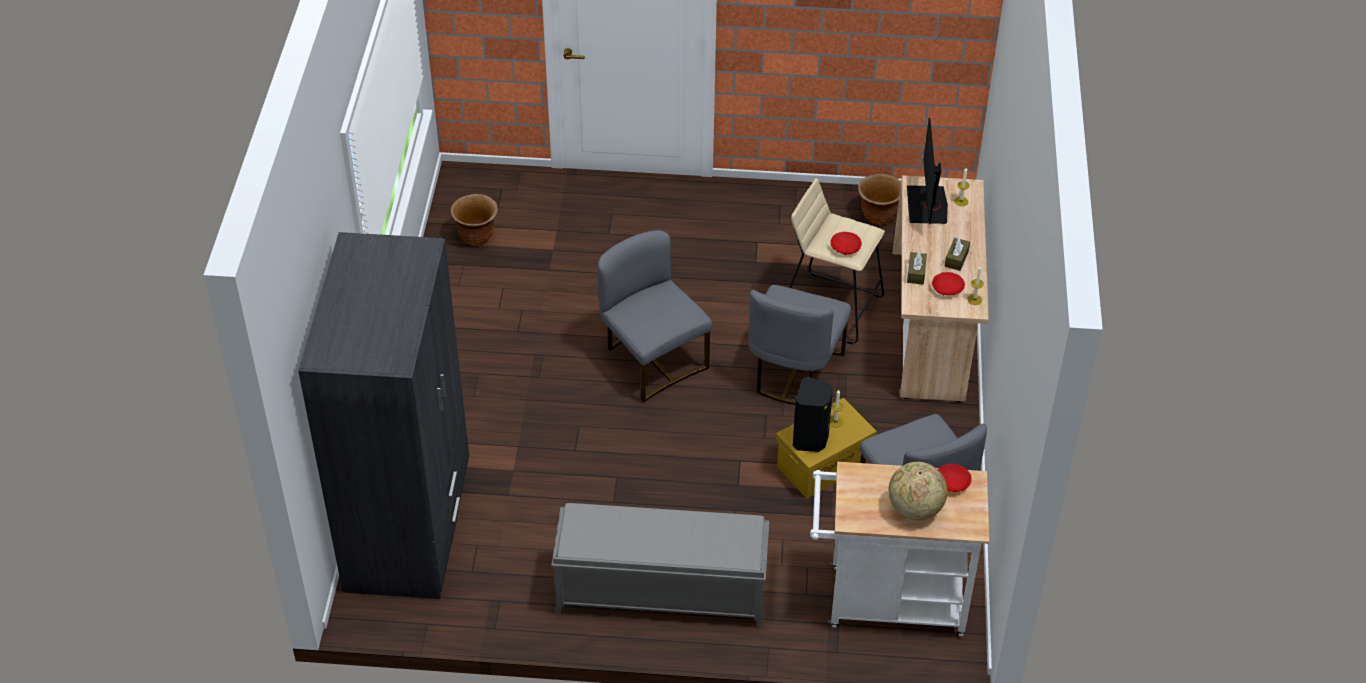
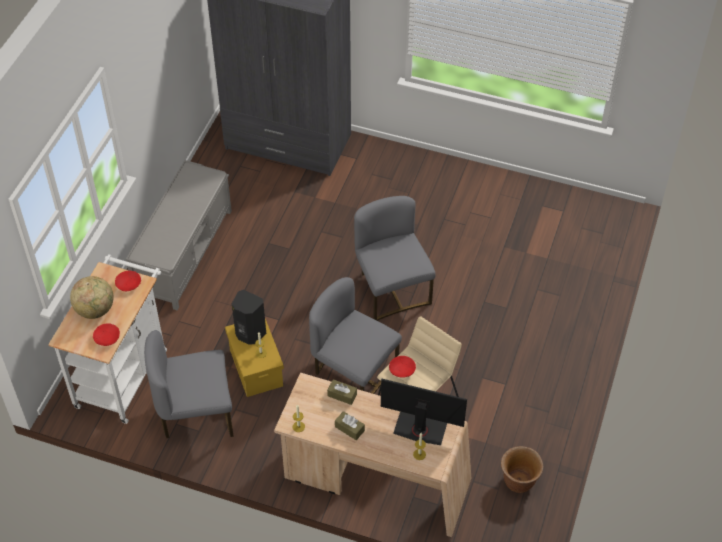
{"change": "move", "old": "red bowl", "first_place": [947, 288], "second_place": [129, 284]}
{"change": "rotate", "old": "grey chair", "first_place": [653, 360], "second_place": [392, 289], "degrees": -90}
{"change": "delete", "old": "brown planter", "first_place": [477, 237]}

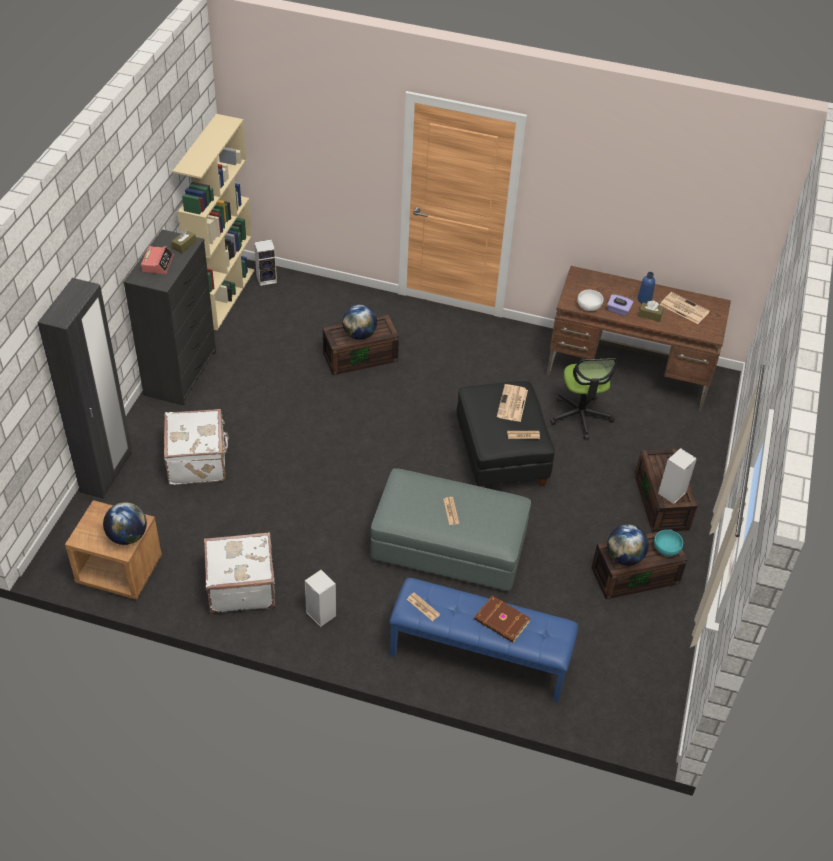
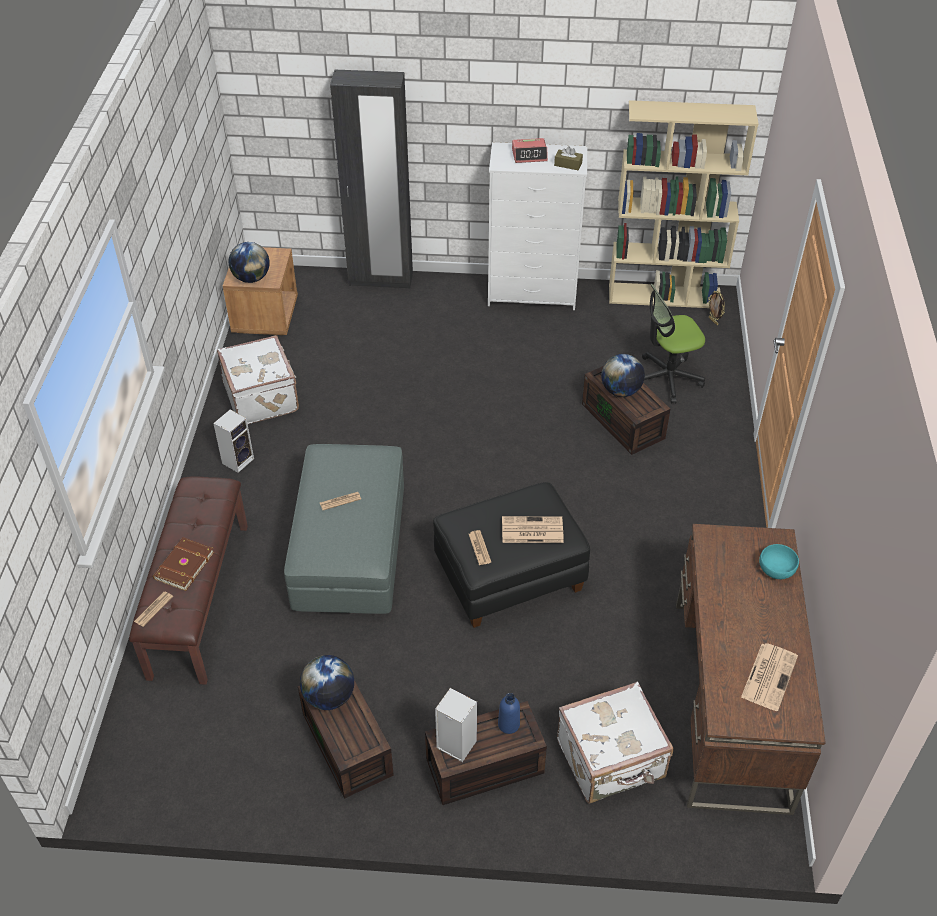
{"change": "recolor", "old": "blue bench", "new": "brown bench", "first_place": [478, 658], "second_place": [198, 599]}
{"change": "move", "old": "newspaper", "first_place": [423, 607], "second_place": [153, 609]}
{"change": "recolor", "old": "black dresser", "new": "white dresser", "first_place": [181, 373], "second_place": [533, 293]}
{"change": "move", "old": "blue bottle", "first_place": [644, 299], "second_place": [508, 724]}
{"change": "move", "old": "white suitcase", "first_place": [198, 461], "second_place": [611, 760]}
{"change": "move", "old": "office chair", "first_place": [580, 416], "second_place": [667, 378]}
{"change": "replace", "old": "speaker", "new": "picture frame", "first_place": [267, 279], "second_place": [713, 321]}
{"change": "move", "old": "turquoise bowl", "first_place": [666, 548], "second_place": [776, 569]}
{"change": "delete", "old": "white bowl", "first_place": [589, 306]}
{"change": "delete", "old": "purple tissue box", "first_place": [618, 311]}
{"change": "delete", "old": "brown tissue box", "first_place": [650, 315]}

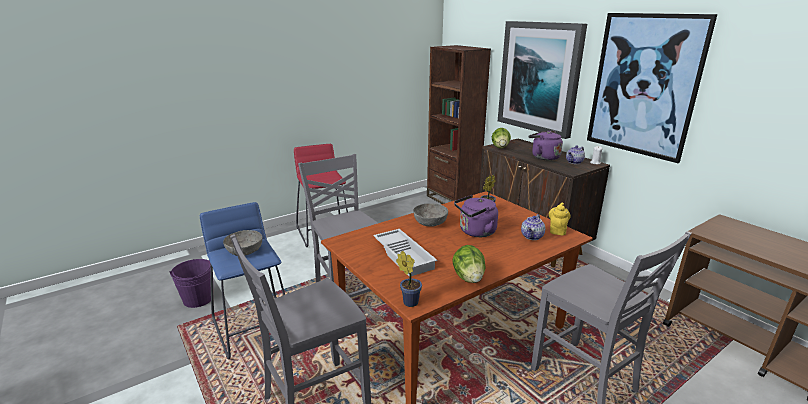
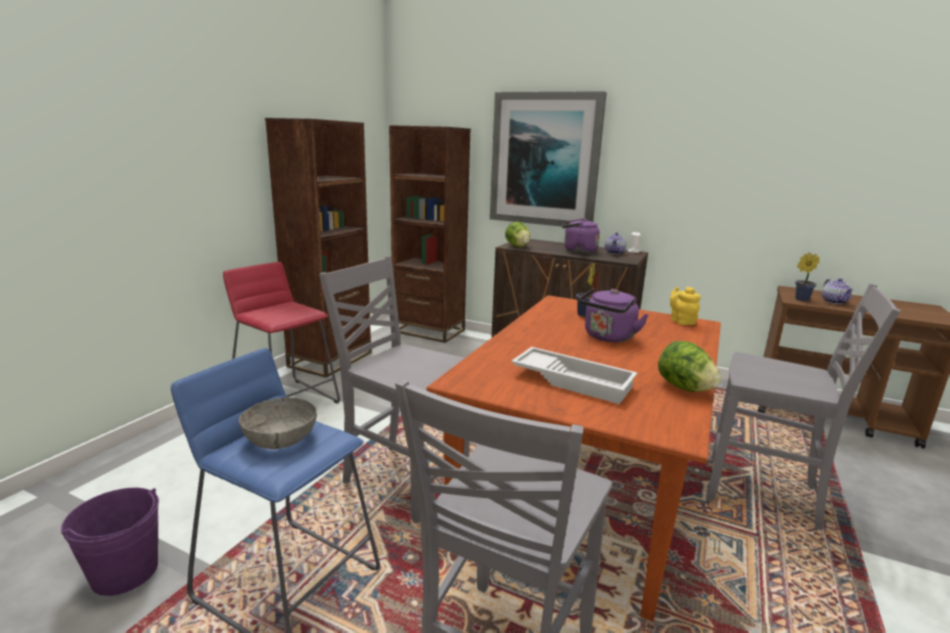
{"change": "insert", "new": "brown bookcase", "second_place": [331, 359]}
{"change": "move", "old": "potted plant", "first_place": [409, 301], "second_place": [800, 299]}
{"change": "move", "old": "teapot", "first_place": [532, 237], "second_place": [835, 302]}
{"change": "delete", "old": "grey bowl", "first_place": [430, 222]}
{"change": "delete", "old": "picture", "first_place": [644, 85]}

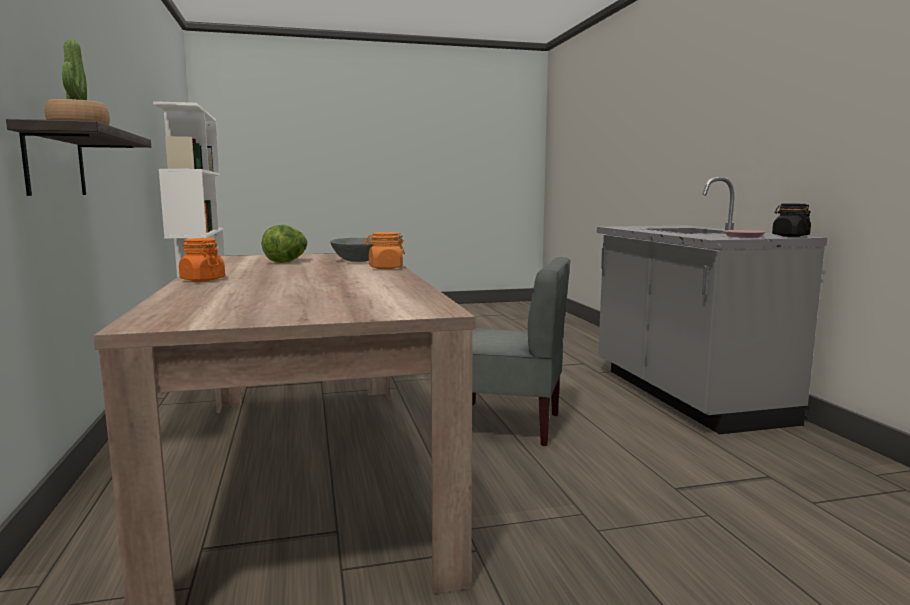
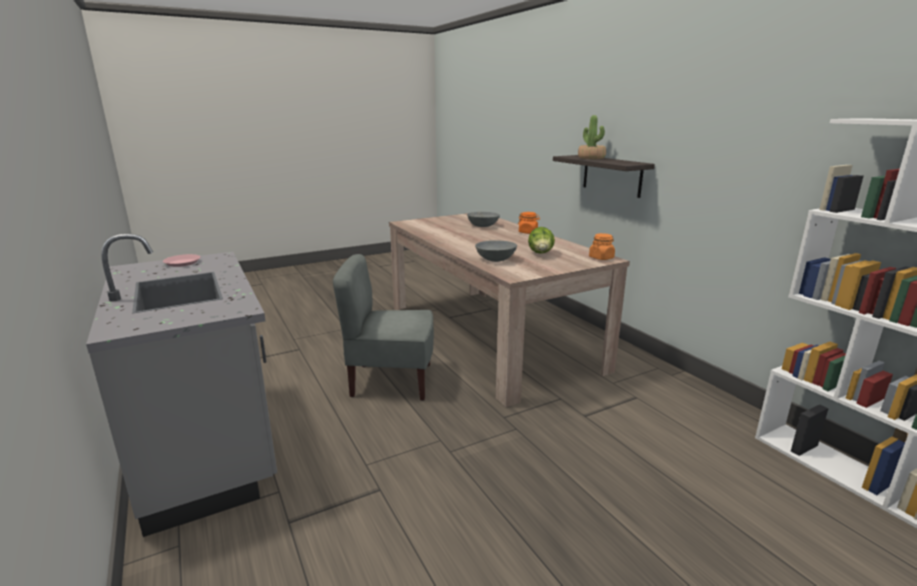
{"change": "insert", "new": "grey bowl", "second_place": [483, 226]}
{"change": "move", "old": "orange jar", "first_place": [385, 268], "second_place": [601, 258]}
{"change": "delete", "old": "black jar", "first_place": [790, 236]}

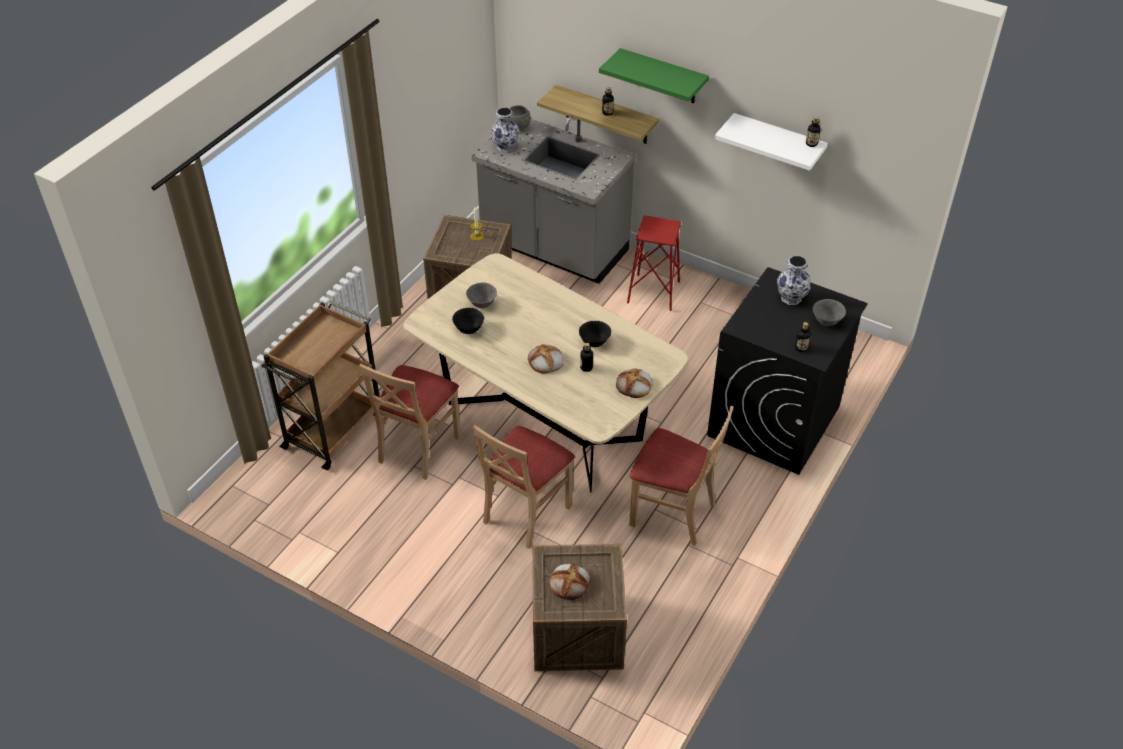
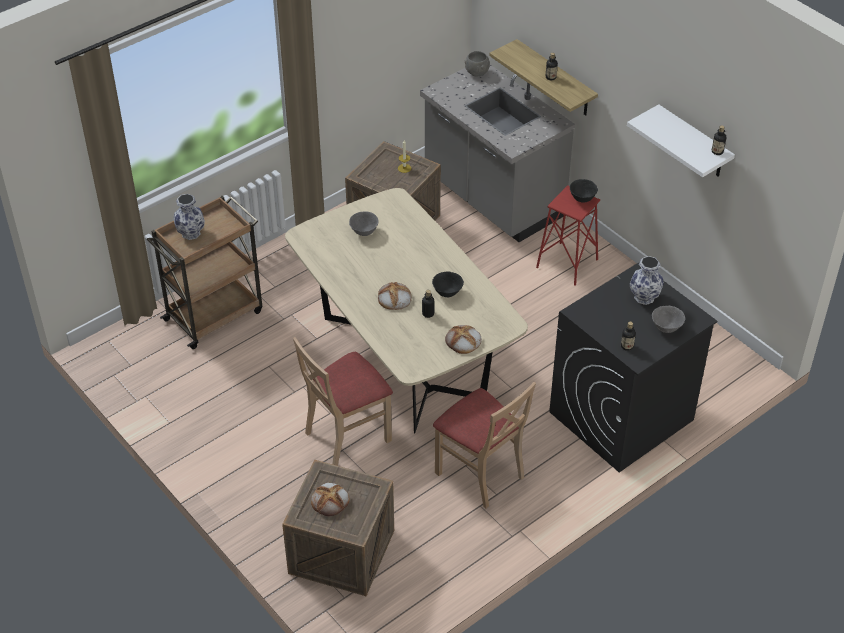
{"change": "move", "old": "vase", "first_place": [506, 147], "second_place": [191, 233]}
{"change": "move", "old": "black bowl", "first_place": [469, 329], "second_place": [582, 198]}
{"change": "delete", "old": "beige chair", "first_place": [418, 448]}
{"change": "delete", "old": "green shelf", "first_place": [663, 77]}

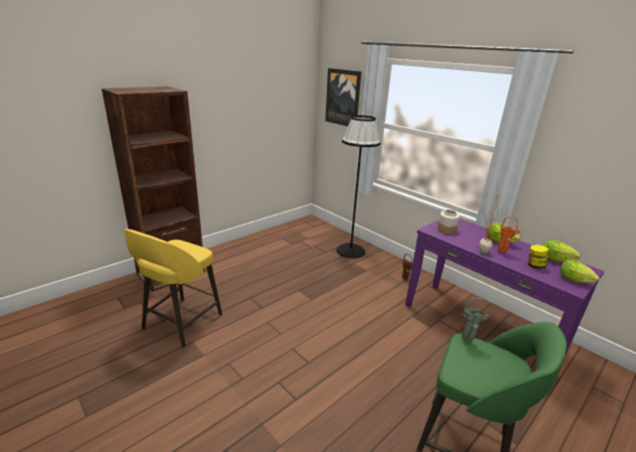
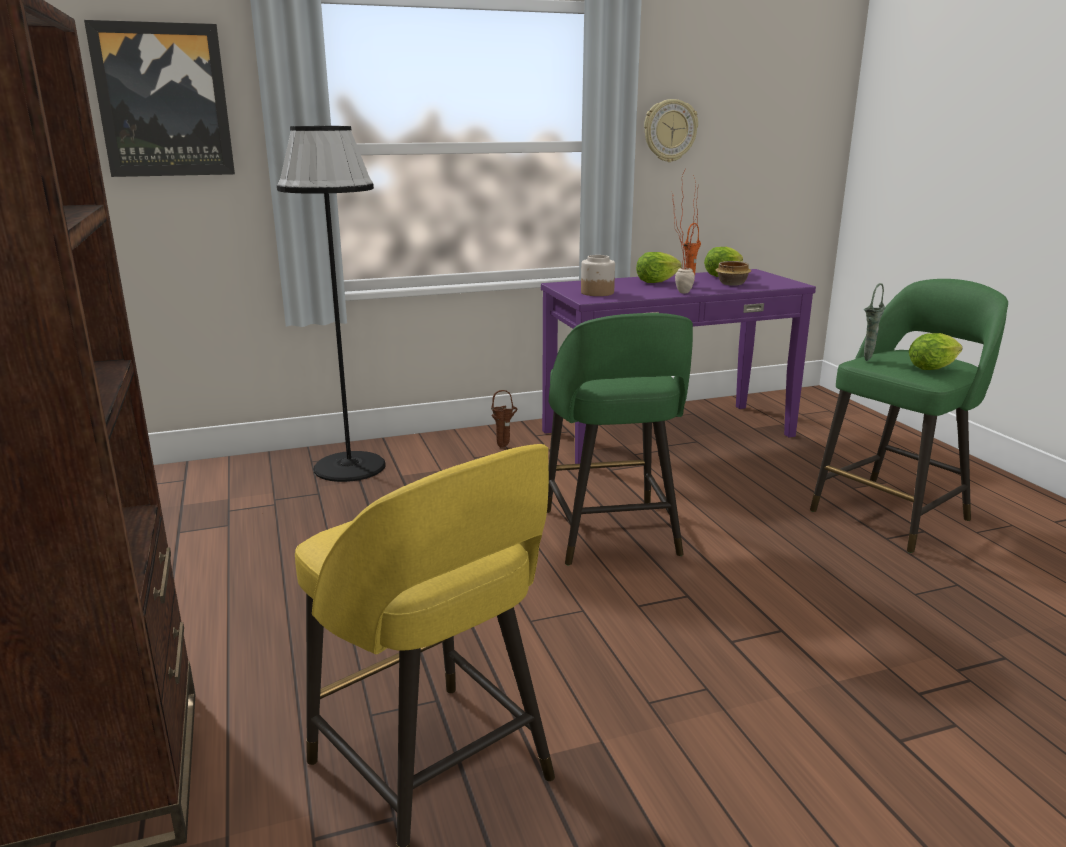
{"change": "insert", "new": "green stool", "second_place": [611, 535]}
{"change": "insert", "new": "wall clock", "second_place": [669, 130]}
{"change": "replace", "old": "jar", "new": "bowl", "first_place": [535, 265], "second_place": [732, 283]}
{"change": "move", "old": "lettuce", "first_place": [576, 281], "second_place": [934, 368]}

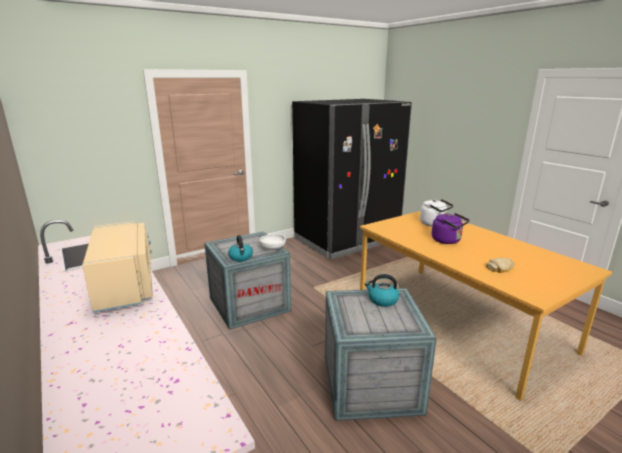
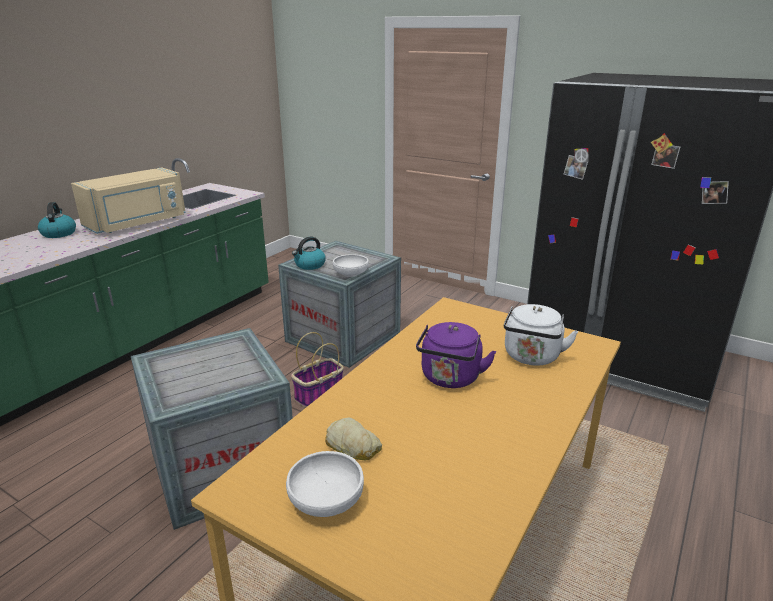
{"change": "move", "old": "kettle", "first_place": [382, 300], "second_place": [59, 233]}
{"change": "insert", "new": "white bowl", "second_place": [326, 500]}
{"change": "insert", "new": "basket", "second_place": [319, 395]}

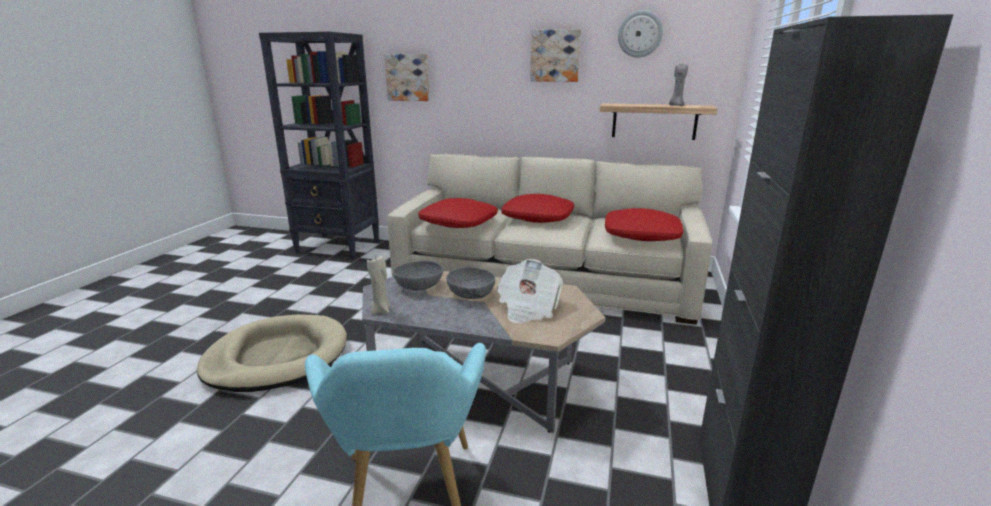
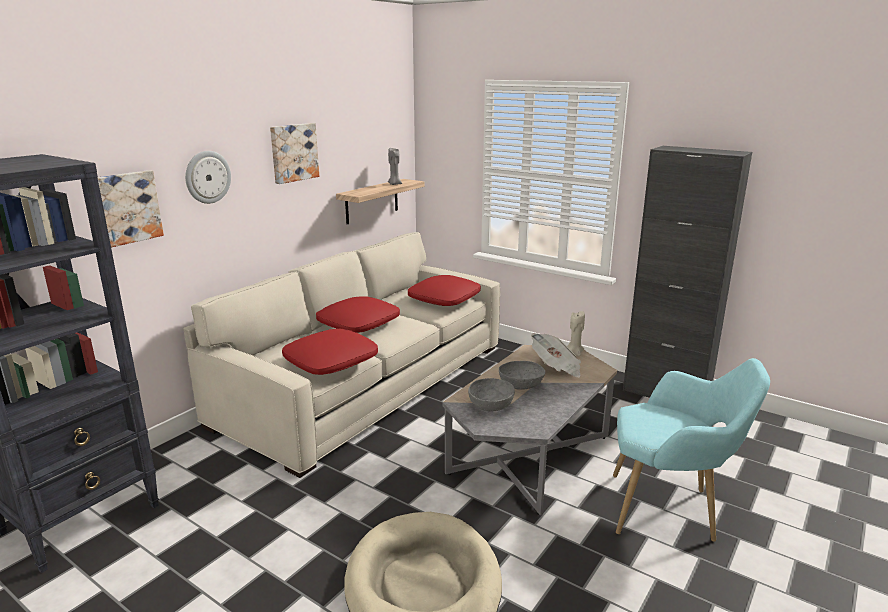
{"change": "move", "old": "wall clock", "first_place": [640, 34], "second_place": [207, 177]}
{"change": "move", "old": "beige candle", "first_place": [381, 310], "second_place": [574, 353]}

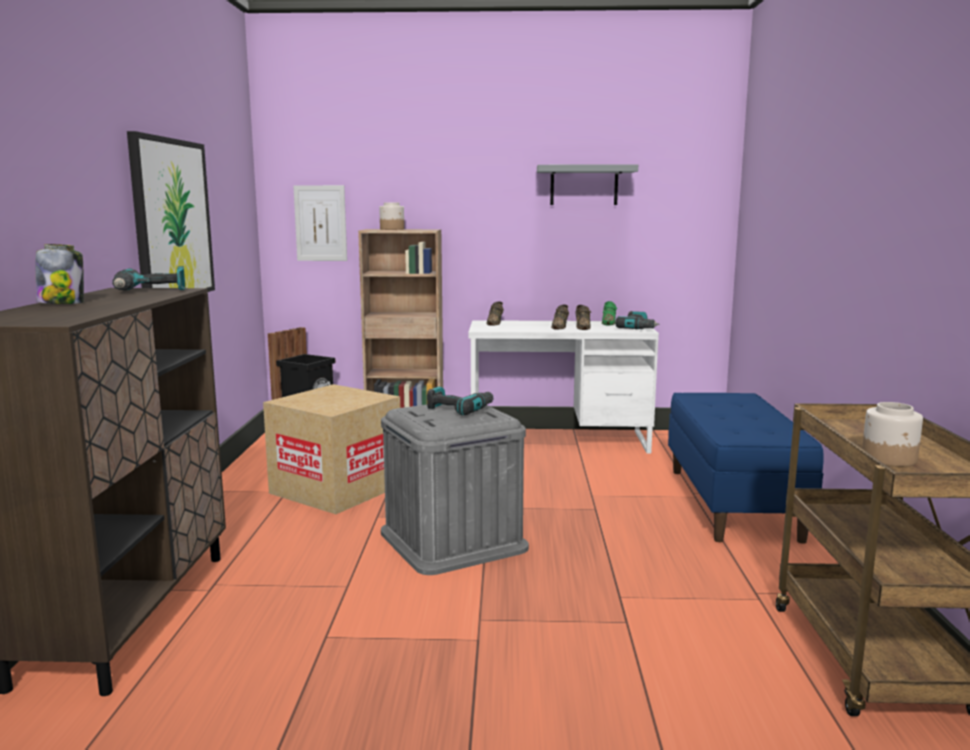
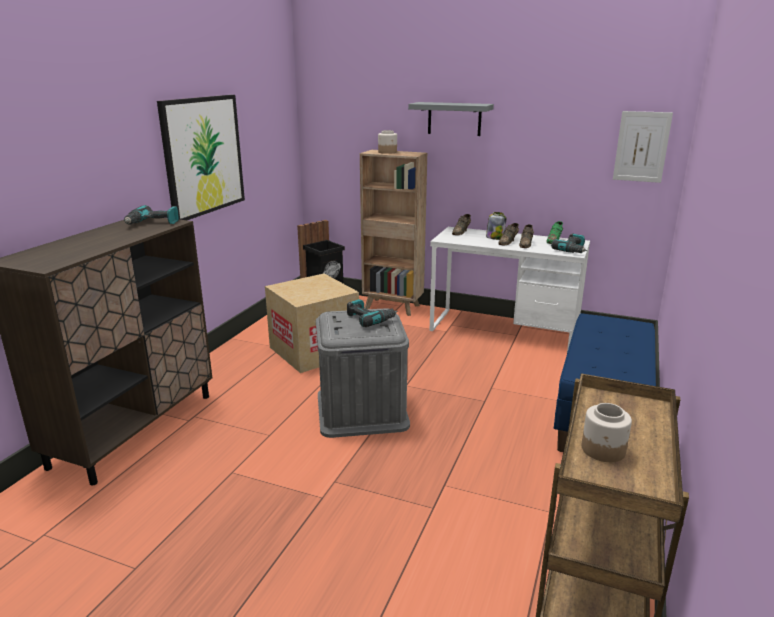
{"change": "move", "old": "grey shelf", "first_place": [584, 185], "second_place": [454, 119]}
{"change": "move", "old": "jar", "first_place": [62, 303], "second_place": [495, 238]}
{"change": "move", "old": "picture", "first_place": [320, 223], "second_place": [641, 147]}

